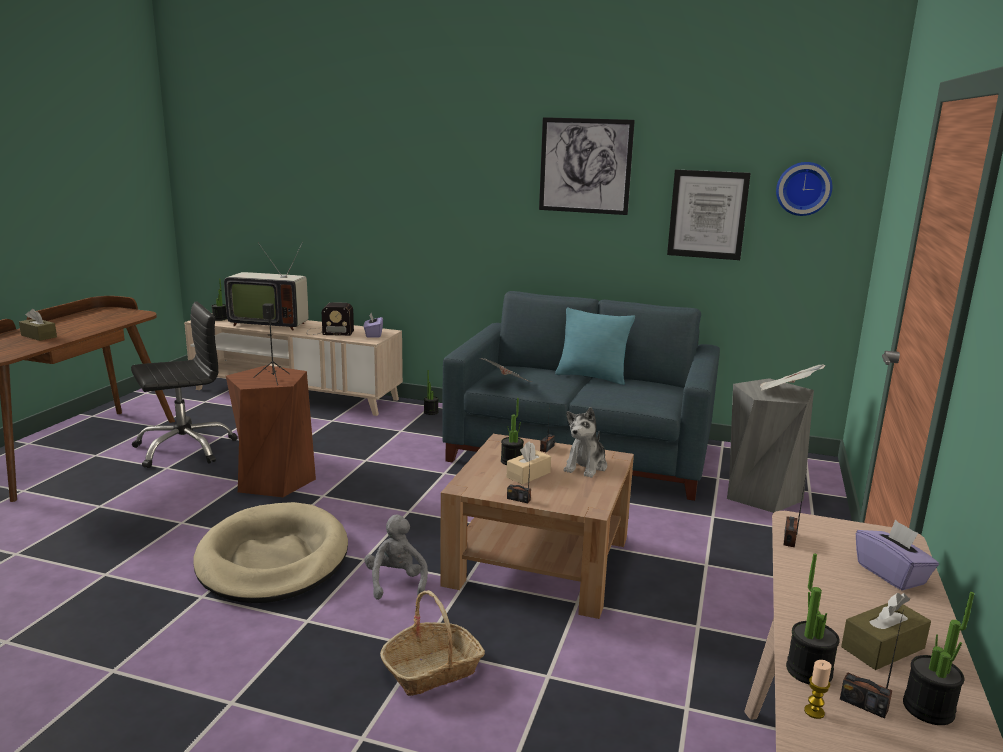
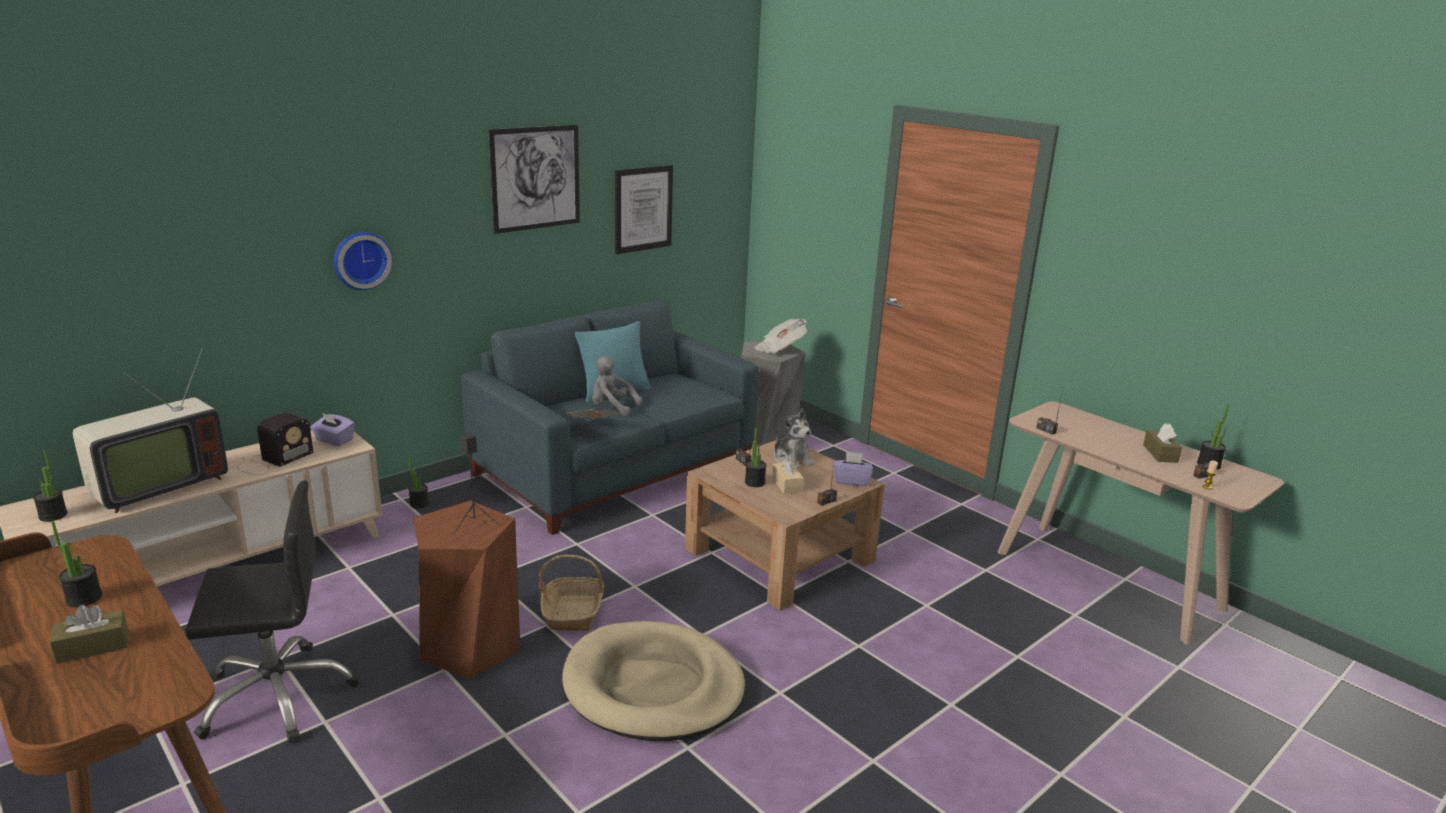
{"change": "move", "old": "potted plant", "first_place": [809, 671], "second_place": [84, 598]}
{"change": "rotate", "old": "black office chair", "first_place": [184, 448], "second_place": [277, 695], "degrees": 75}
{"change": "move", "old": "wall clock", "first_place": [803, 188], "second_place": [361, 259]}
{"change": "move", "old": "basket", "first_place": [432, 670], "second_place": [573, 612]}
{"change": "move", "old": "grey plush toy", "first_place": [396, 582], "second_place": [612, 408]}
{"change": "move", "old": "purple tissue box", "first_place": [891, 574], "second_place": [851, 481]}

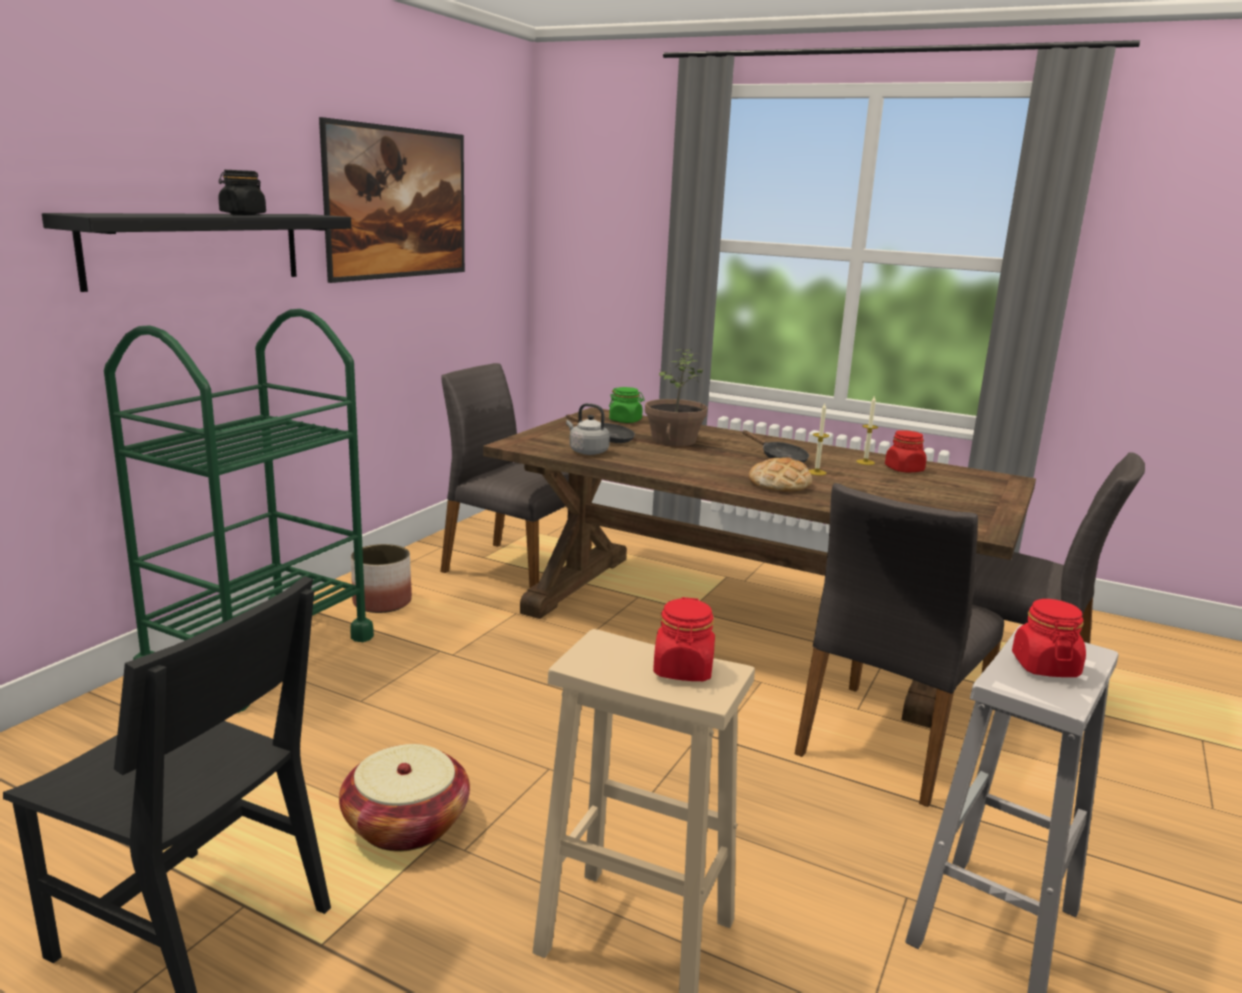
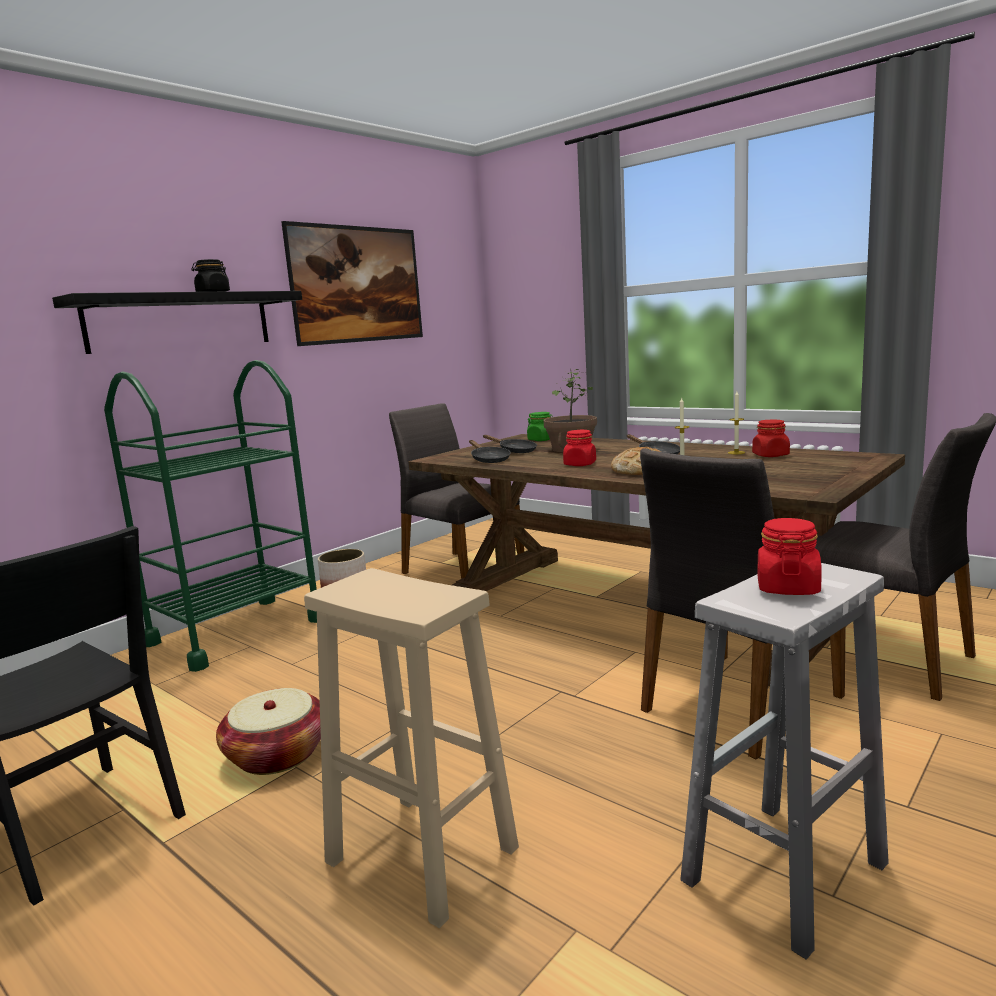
{"change": "replace", "old": "grey kettle", "new": "black frying pan", "first_place": [587, 451], "second_place": [489, 460]}
{"change": "move", "old": "red jar", "first_place": [683, 670], "second_place": [580, 464]}

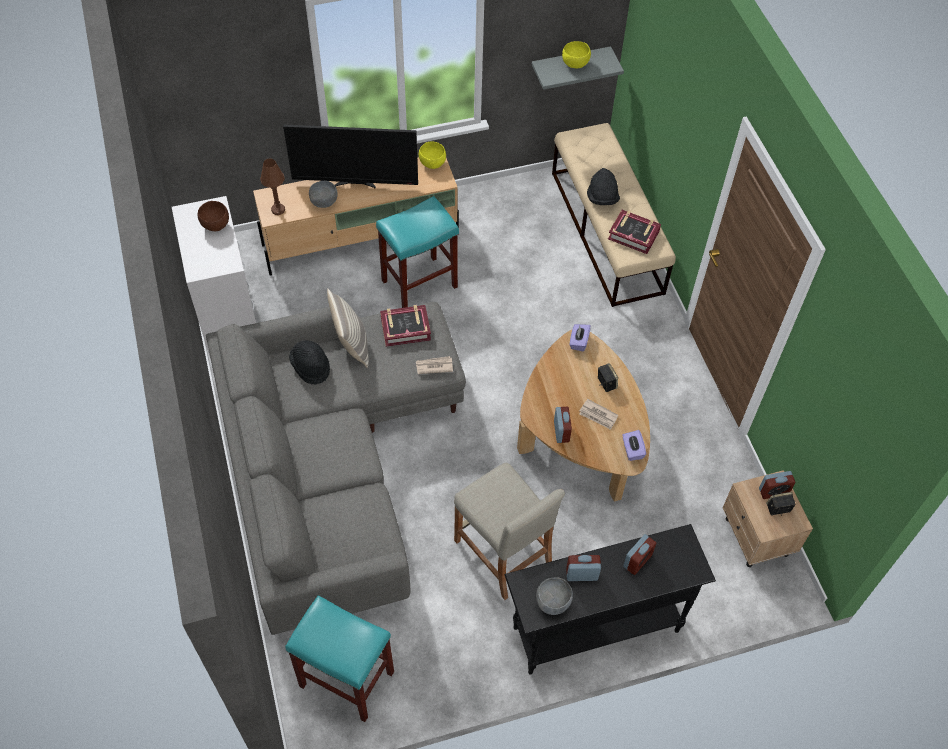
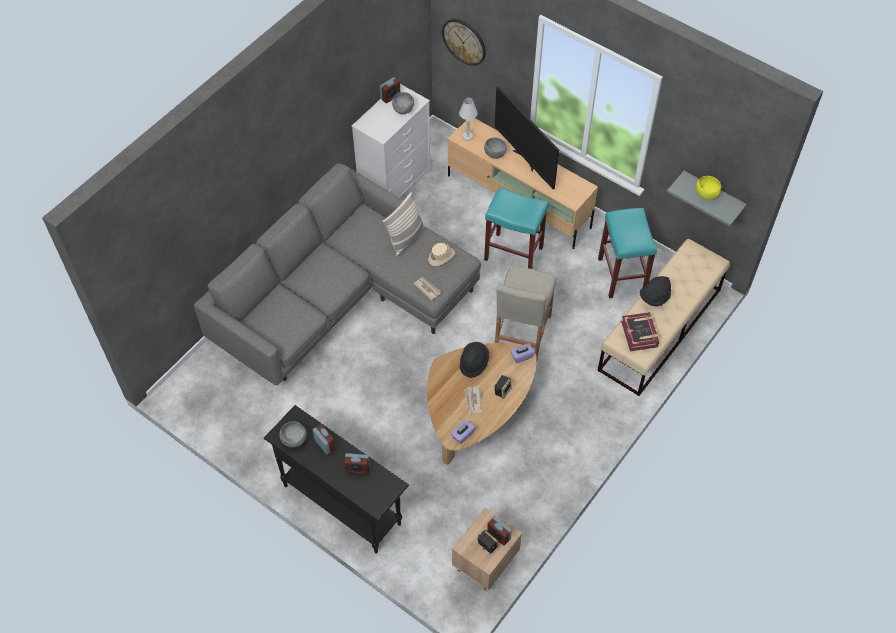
{"change": "move", "old": "alarm clock", "first_place": [561, 431], "second_place": [390, 97]}
{"change": "recolor", "old": "brown bowl", "new": "grey bowl", "first_place": [215, 225], "second_place": [403, 110]}
{"change": "replace", "old": "book", "new": "beige hat", "first_place": [405, 328], "second_place": [442, 257]}
{"change": "insert", "new": "wall clock", "second_place": [464, 41]}
{"change": "recolor", "old": "brown table lamp", "new": "white table lamp", "first_place": [278, 210], "second_place": [467, 137]}
{"change": "move", "old": "black hat", "first_place": [311, 367], "second_place": [473, 363]}
{"change": "move", "old": "beige stool", "first_place": [503, 553], "second_place": [521, 333]}
{"change": "move", "old": "turquoise stool", "first_place": [348, 679], "second_place": [622, 276]}
{"change": "delete", "old": "yellow bowl", "first_place": [432, 163]}

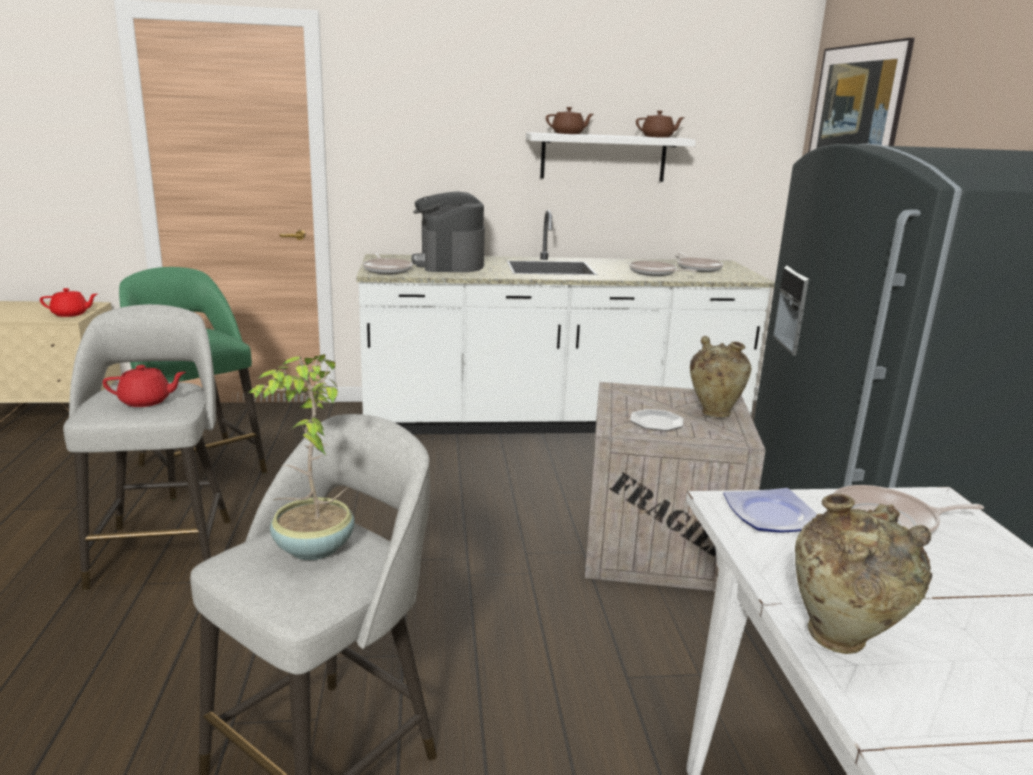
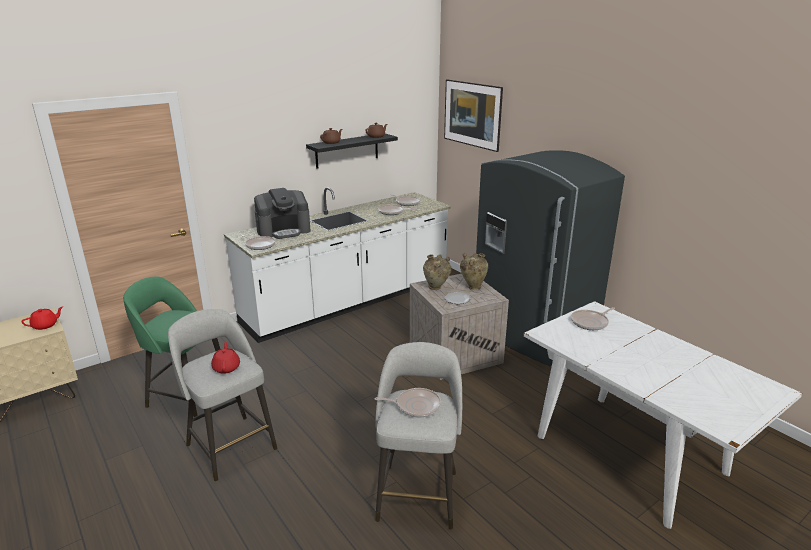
{"change": "rotate", "old": "red teapot", "first_place": [146, 401], "second_place": [226, 367], "degrees": -60}
{"change": "rotate", "old": "coffee machine", "first_place": [449, 263], "second_place": [283, 231], "degrees": -75}
{"change": "recolor", "old": "white shelf", "new": "black shelf", "first_place": [603, 157], "second_place": [347, 150]}
{"change": "replace", "old": "potted plant", "new": "frying pan", "first_place": [312, 548], "second_place": [416, 406]}
{"change": "move", "old": "beige vase", "first_place": [842, 643], "second_place": [436, 288]}
{"change": "delete", "old": "plate", "first_place": [770, 516]}

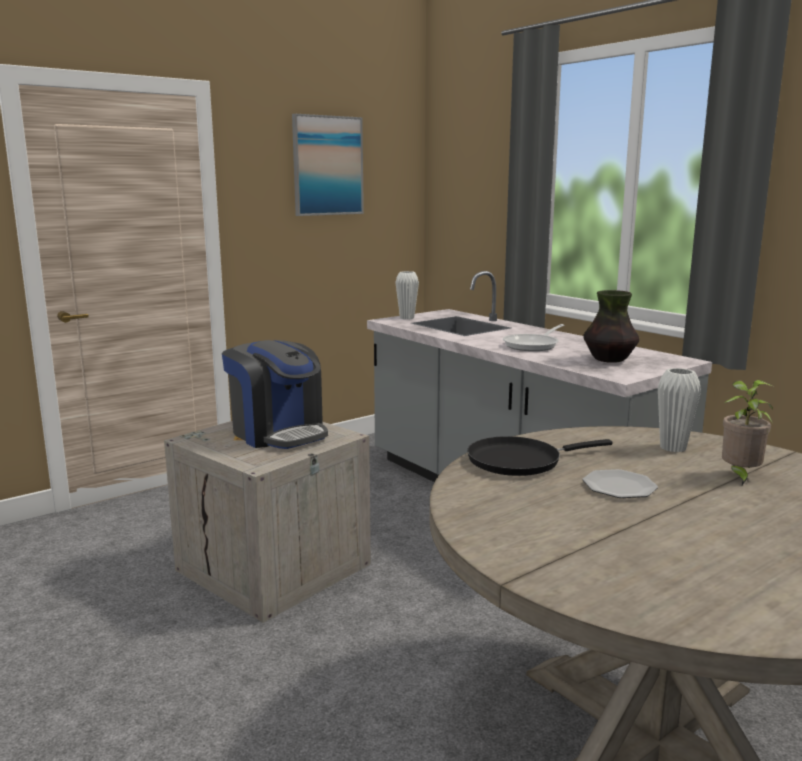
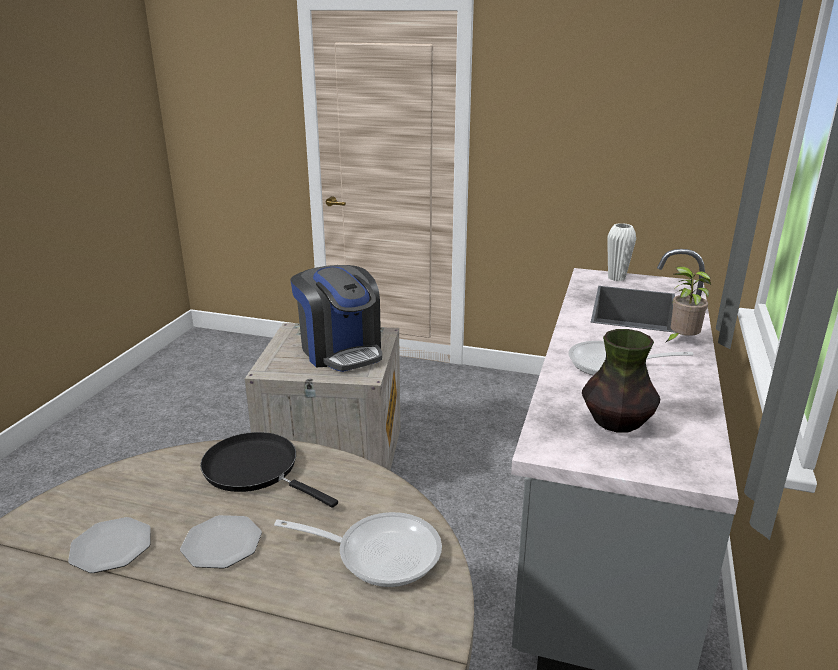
{"change": "insert", "new": "plate", "second_place": [112, 547]}
{"change": "replace", "old": "white vase", "new": "frying pan", "first_place": [673, 448], "second_place": [380, 553]}
{"change": "rotate", "old": "coffee machine", "first_place": [278, 433], "second_place": [341, 351], "degrees": -45}
{"change": "move", "old": "potted plant", "first_place": [739, 476], "second_place": [681, 341]}
{"change": "delete", "old": "picture", "first_place": [327, 166]}

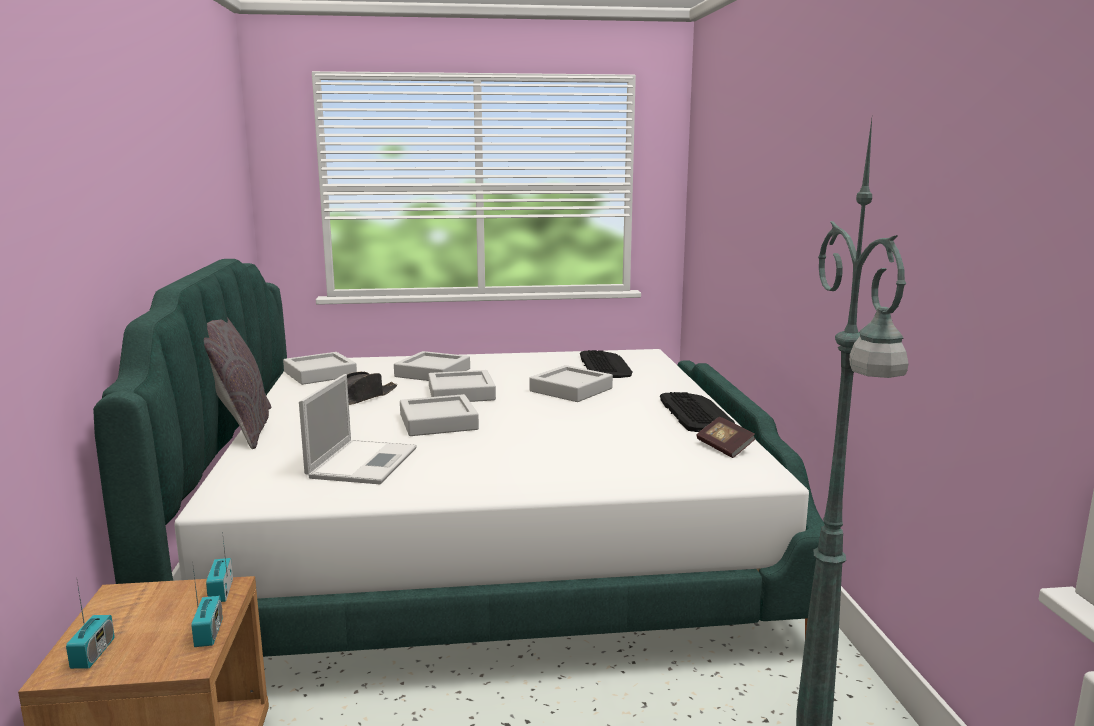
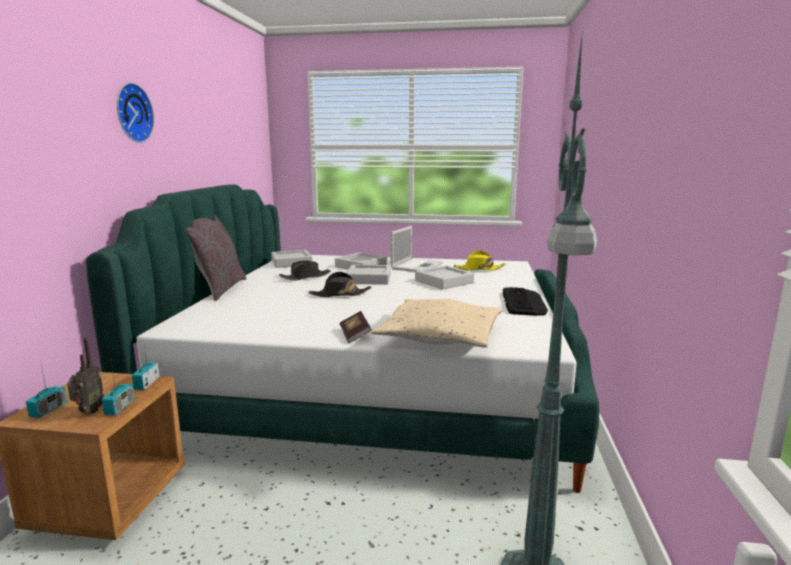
{"change": "insert", "new": "radio", "second_place": [88, 412]}
{"change": "insert", "new": "wall clock", "second_place": [131, 113]}
{"change": "replace", "old": "grey tray", "new": "black hat", "first_place": [438, 422], "second_place": [340, 294]}
{"change": "move", "old": "book", "first_place": [724, 448], "second_place": [355, 335]}
{"change": "insert", "new": "beige pillow", "second_place": [440, 336]}
{"change": "move", "old": "laptop", "first_place": [363, 462], "second_place": [417, 266]}
{"change": "replace", "old": "keyboard", "new": "yellow hat", "first_place": [604, 366], "second_place": [479, 269]}

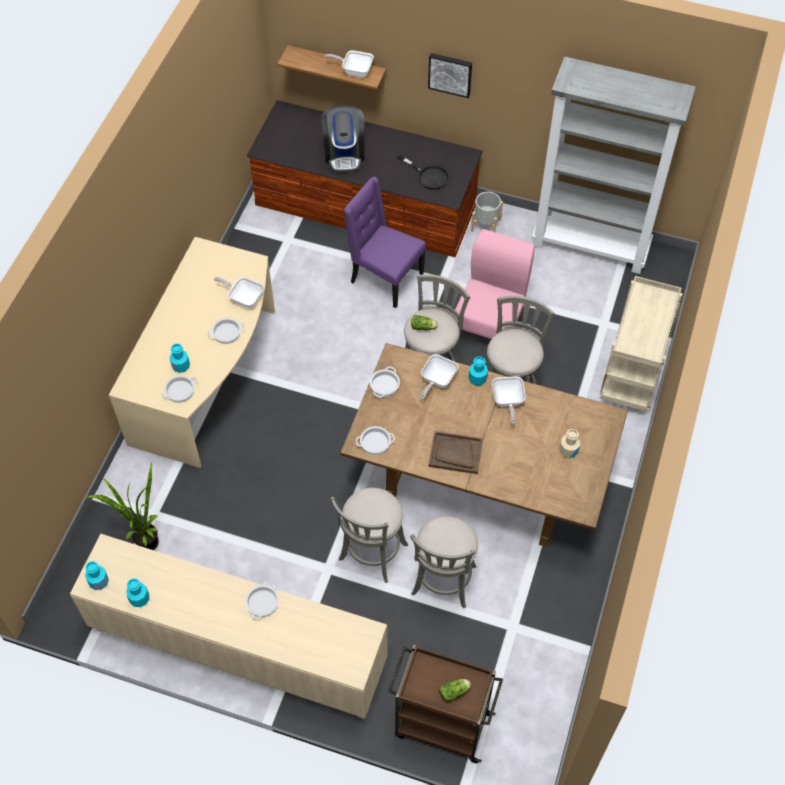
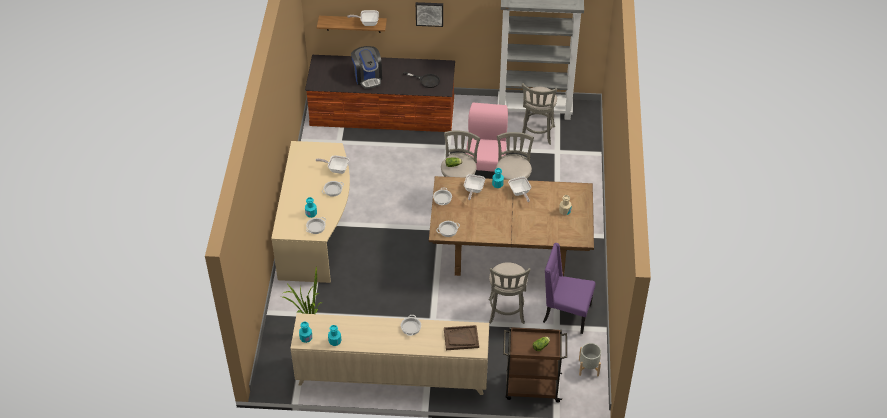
{"change": "move", "old": "brown tray", "first_place": [455, 453], "second_place": [461, 338]}
{"change": "move", "old": "grey stool", "first_place": [371, 555], "second_place": [537, 134]}
{"change": "move", "old": "purple chair", "first_place": [384, 278], "second_place": [565, 314]}
{"change": "move", "old": "grey planter", "first_place": [486, 225], "second_place": [588, 368]}
{"change": "delete", "old": "beige cart", "first_place": [632, 376]}

